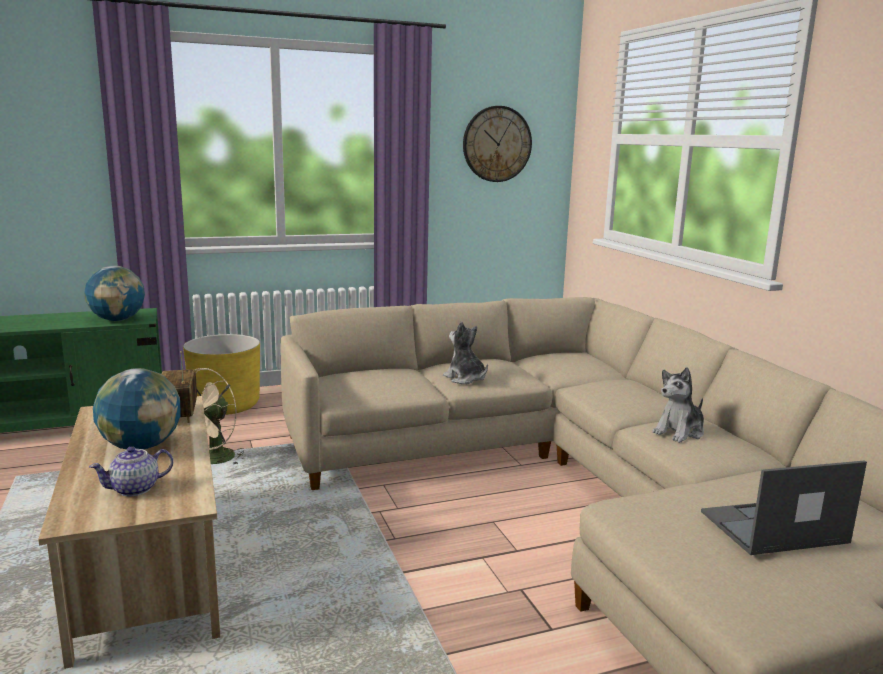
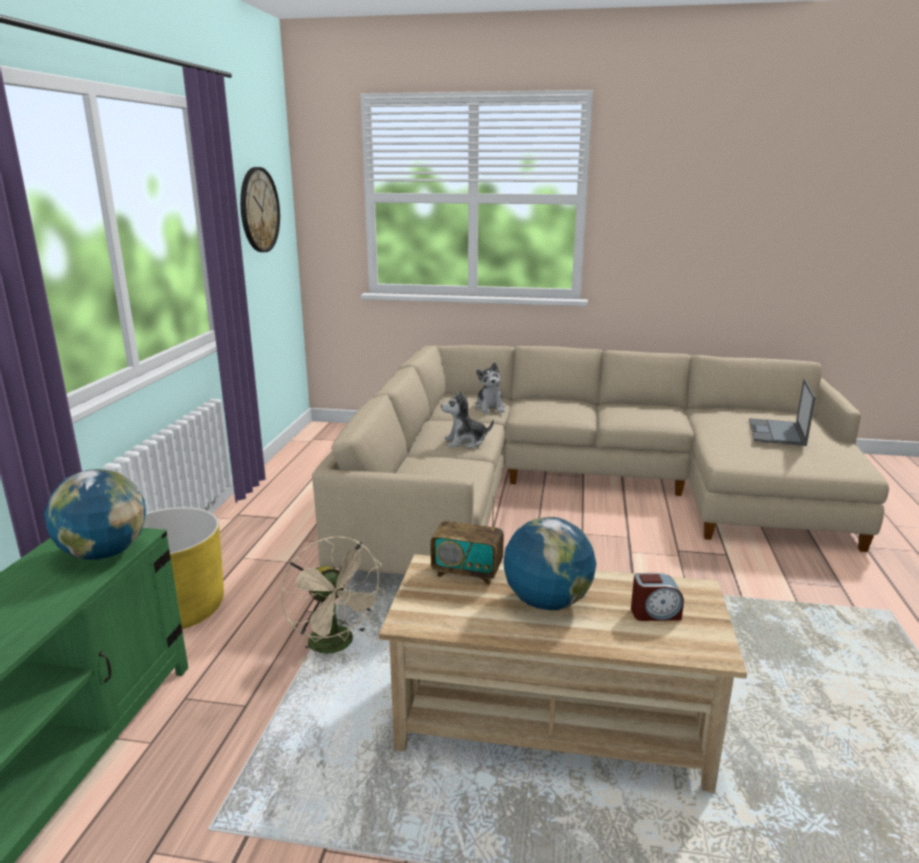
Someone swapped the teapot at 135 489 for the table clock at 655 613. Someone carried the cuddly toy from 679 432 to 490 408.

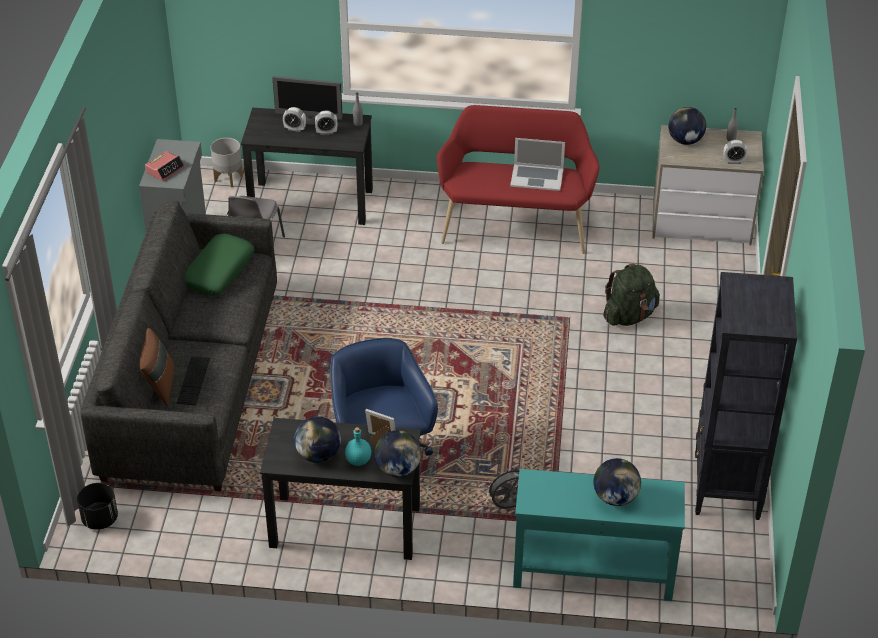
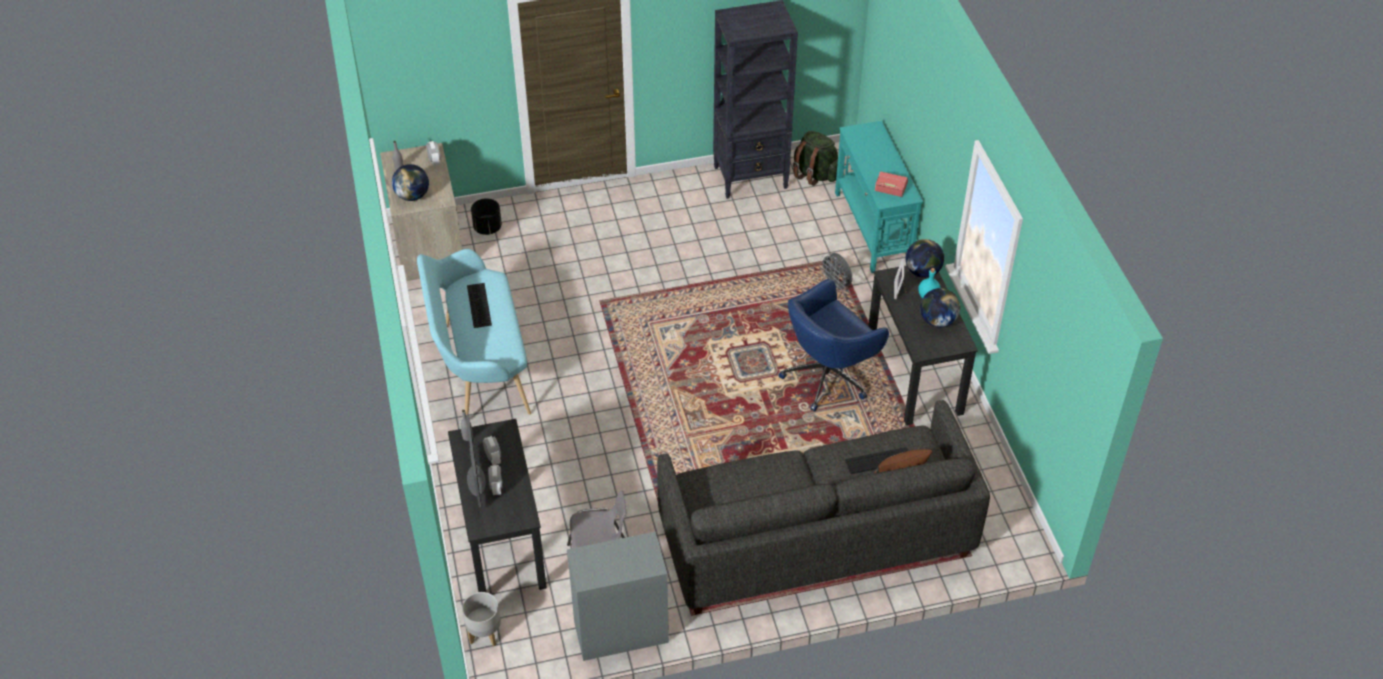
Someone carried the blackish flower pot from 100 519 to 487 228. Someone carried the table clock from 165 170 to 890 186. Someone took away the green pillow at 218 271. Someone repainted the red-coloured indoor bench at 515 225, which became the turquoise-coloured indoor bench at 480 368. Someone swapped the laptop at 537 177 for the keyboard at 477 305. Someone took away the globe at 615 497. Someone carried the green knapsack from 629 316 to 815 174.

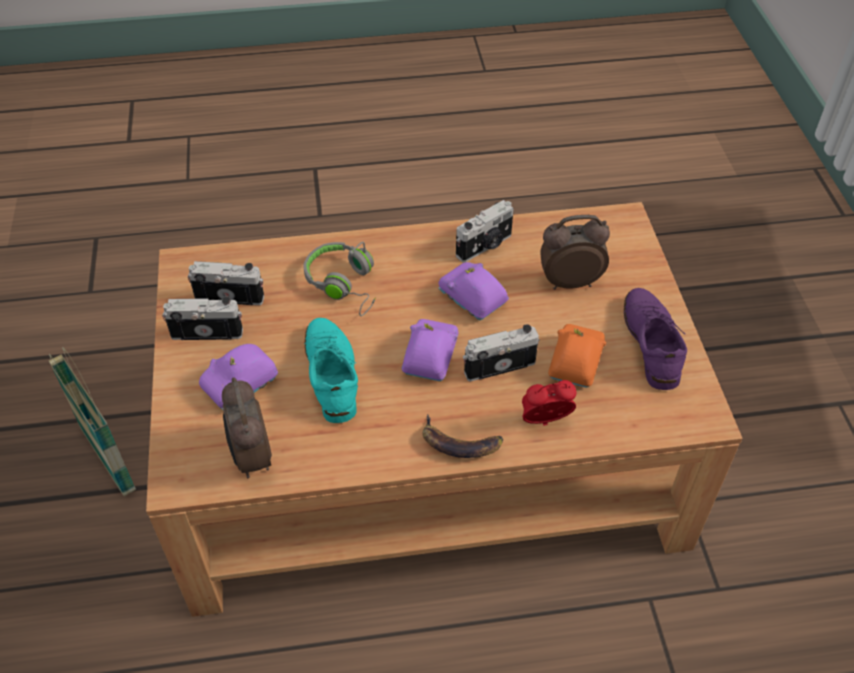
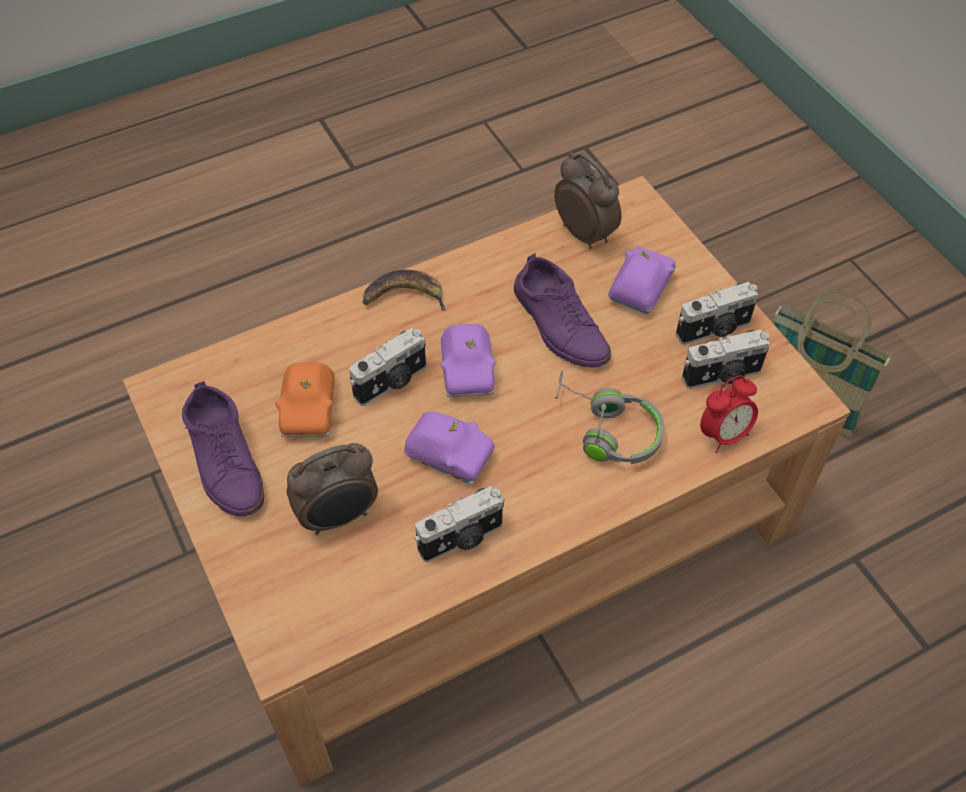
Someone repainted the turquoise-coloured item of footwear at 332 373, which became the purplish item of footwear at 559 325. Someone rotated the photo camera at 485 246 by 150 degrees counterclockwise. Someone carried the table clock from 544 422 to 723 435.

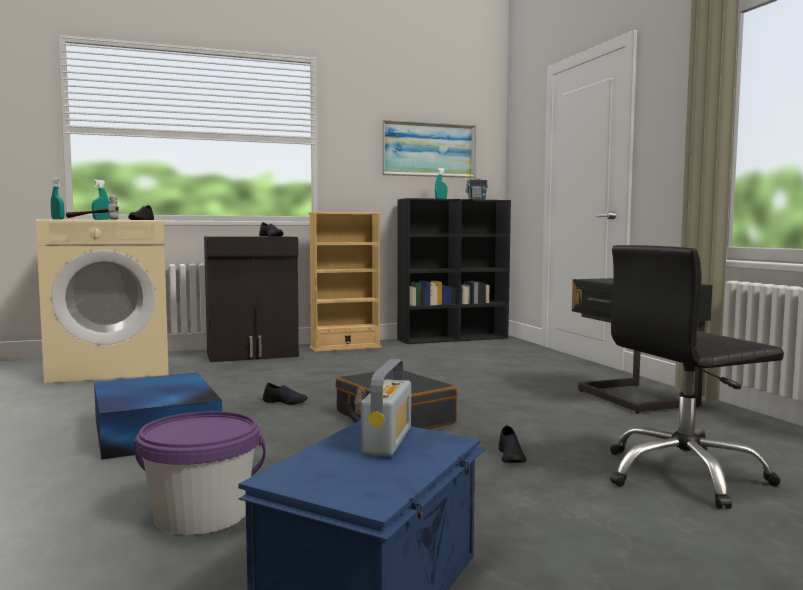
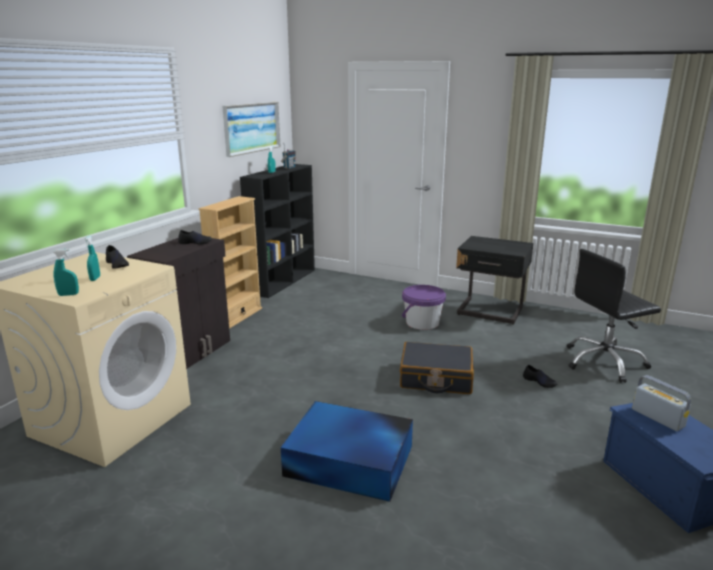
Someone took away the hand hammer at 93 219. Someone carried the purplish water bucket from 201 515 to 422 323. Someone took away the blackish item of footwear at 285 402. Someone rotated the blackish office chair at 684 475 by 45 degrees clockwise.

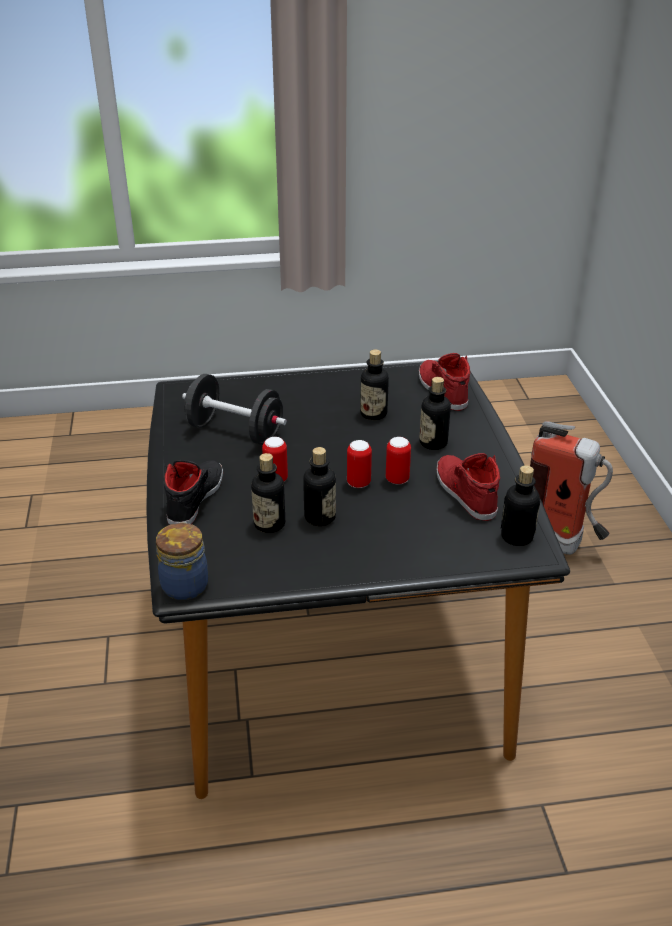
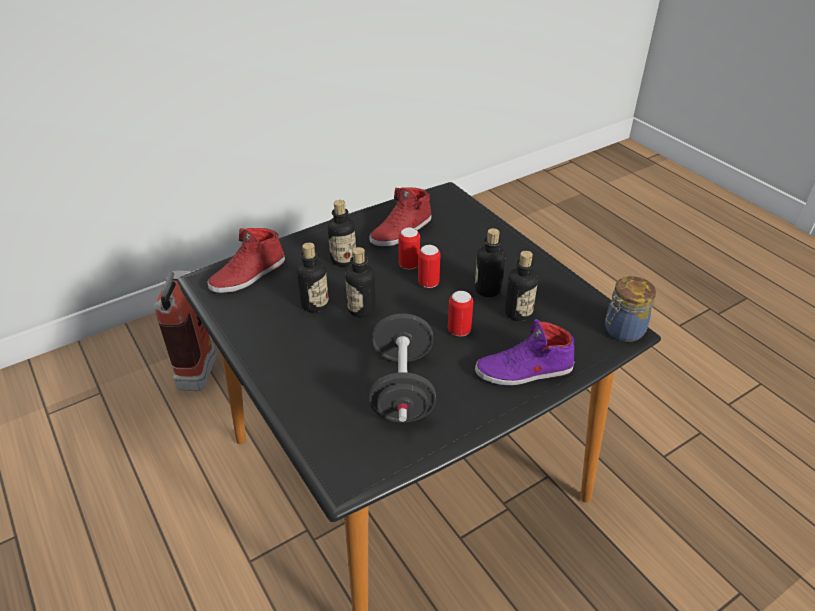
Someone repainted the blackish item of footwear at 194 498, which became the purplish item of footwear at 524 371. Someone carried the bottle from 517 537 to 361 309.

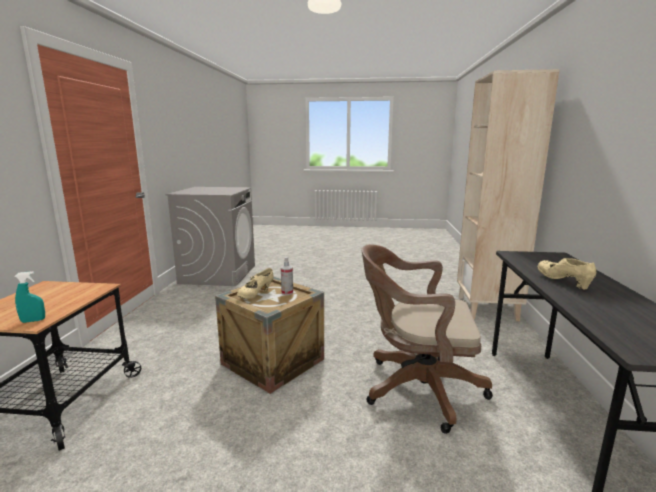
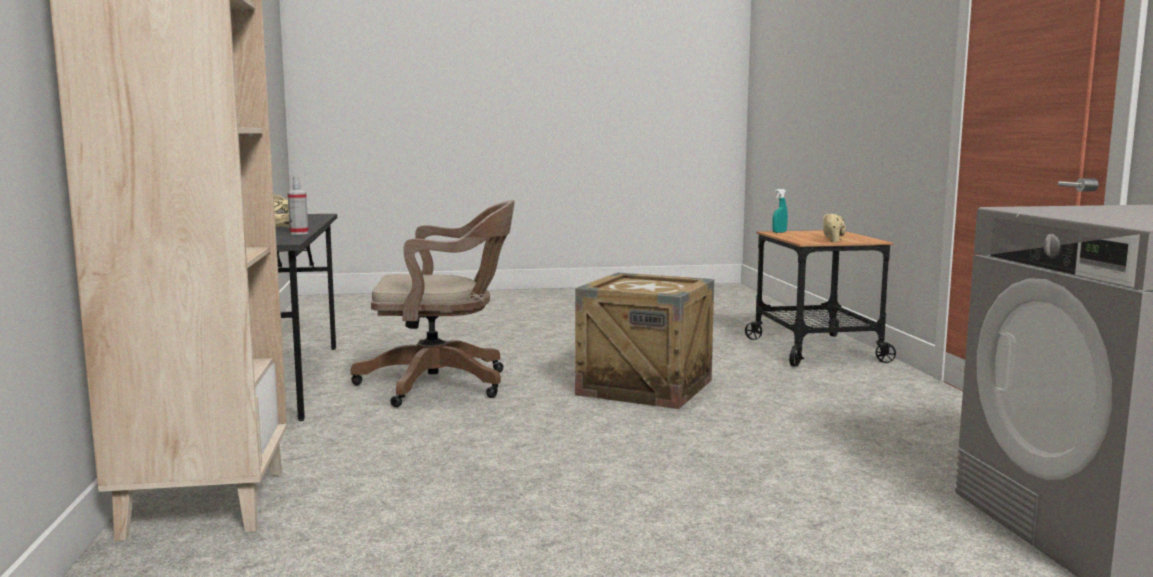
Someone carried the beige item of footwear from 256 295 to 832 239. Someone carried the hand sprayer from 287 293 to 299 233.

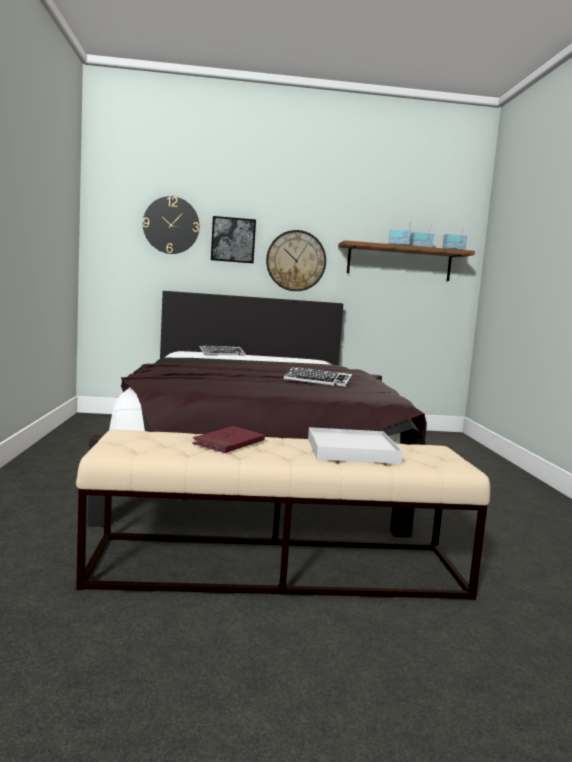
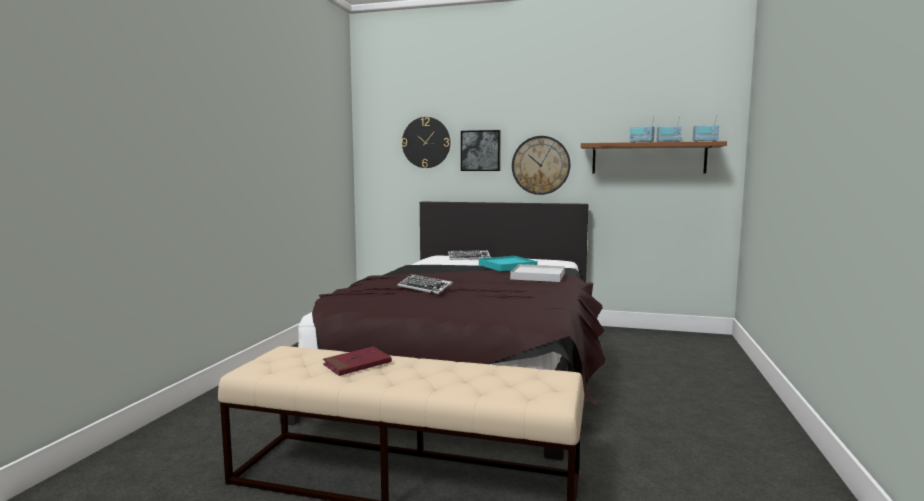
Someone carried the keyboard from 317 381 to 424 288. Someone carried the white-coloured carrying tray from 352 450 to 538 276. Someone put down the turquoise-coloured carrying tray at 507 266.

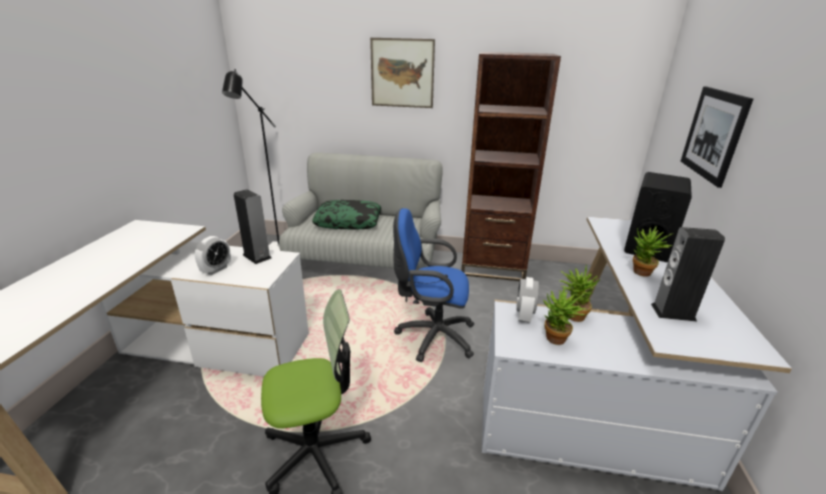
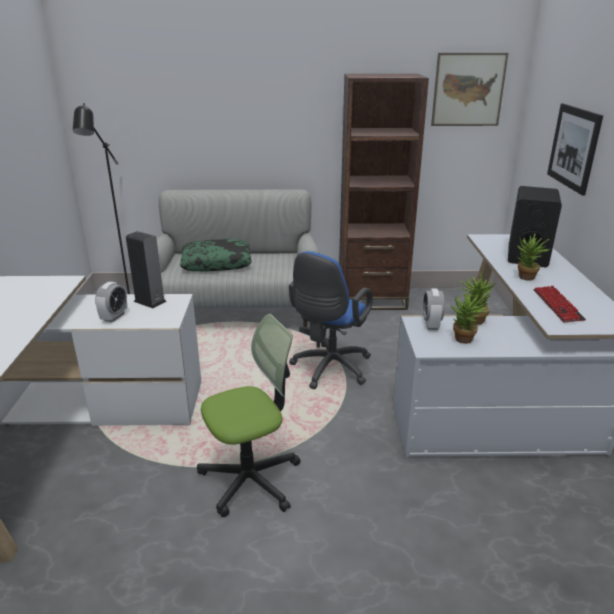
Someone carried the picture from 402 73 to 468 90. Someone rotated the blue office chair at 431 336 by 60 degrees counterclockwise. Someone swapped the audio speaker at 673 312 for the keyboard at 557 305.

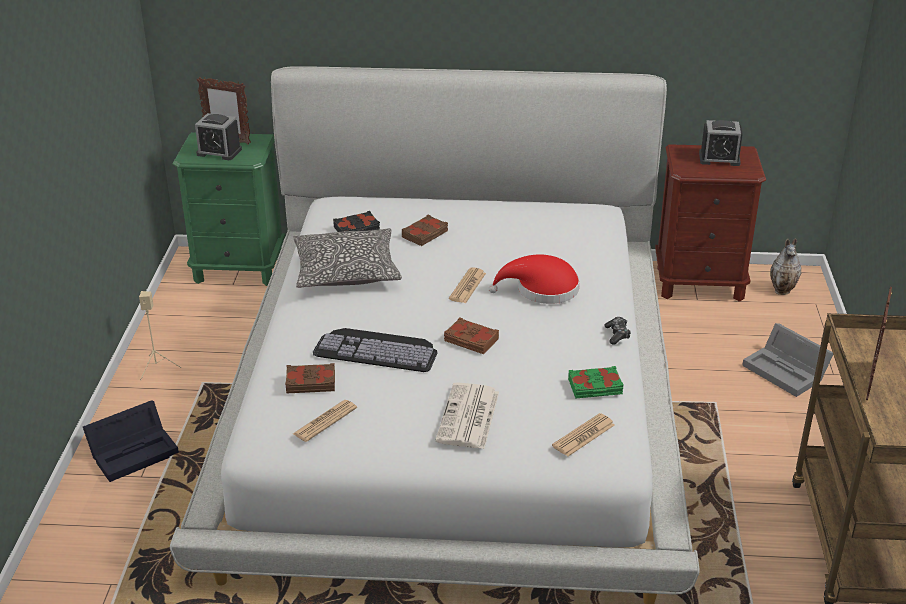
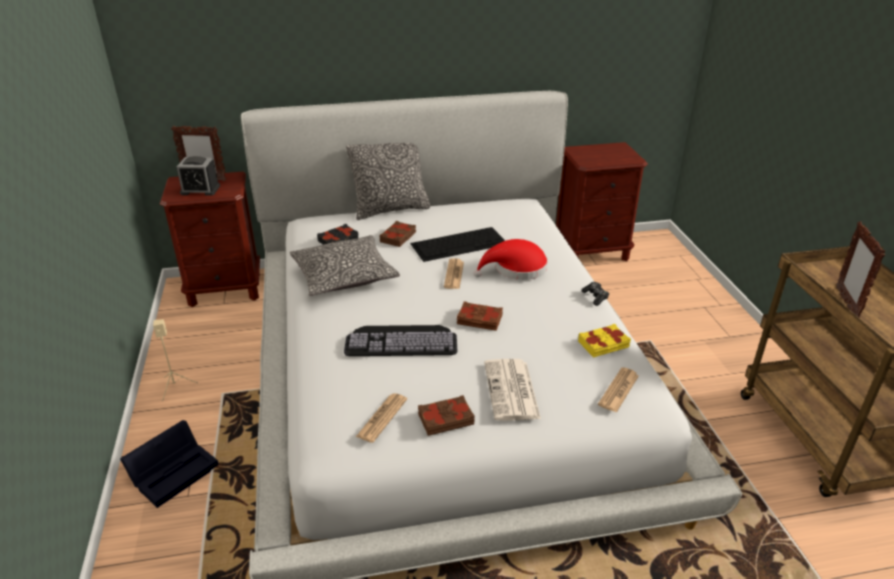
Someone repainted the green night table at 239 268, which became the brown-coloured night table at 225 289. Someone carried the brown-coloured volume from 310 382 to 445 419. Someone repainted the green volume at 595 387, which became the yellow volume at 604 344. Someone took away the table clock at 719 158. Someone took away the gray storage box at 787 371. Someone took away the decorative vase at 783 290. Someone put down the pillow at 391 209. Someone put down the keyboard at 459 243.

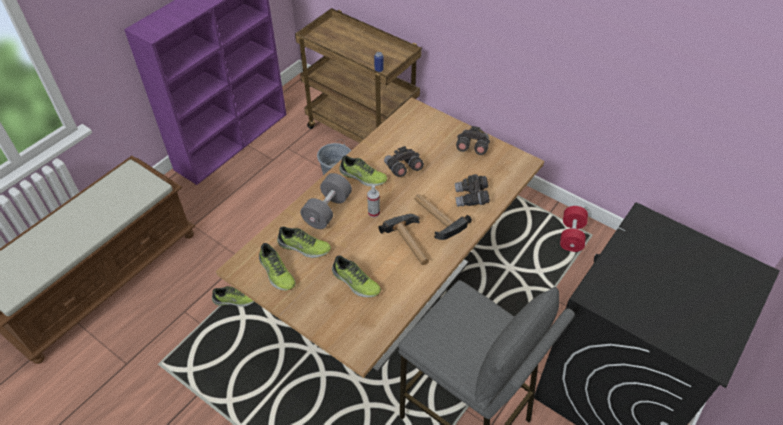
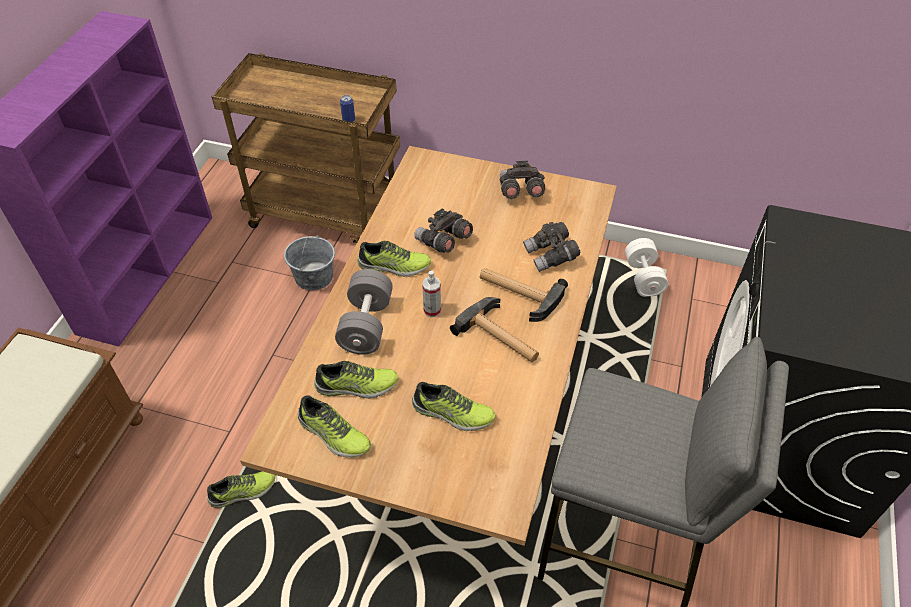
Someone repainted the red-coloured free weight at 571 236, which became the white-coloured free weight at 643 277.

